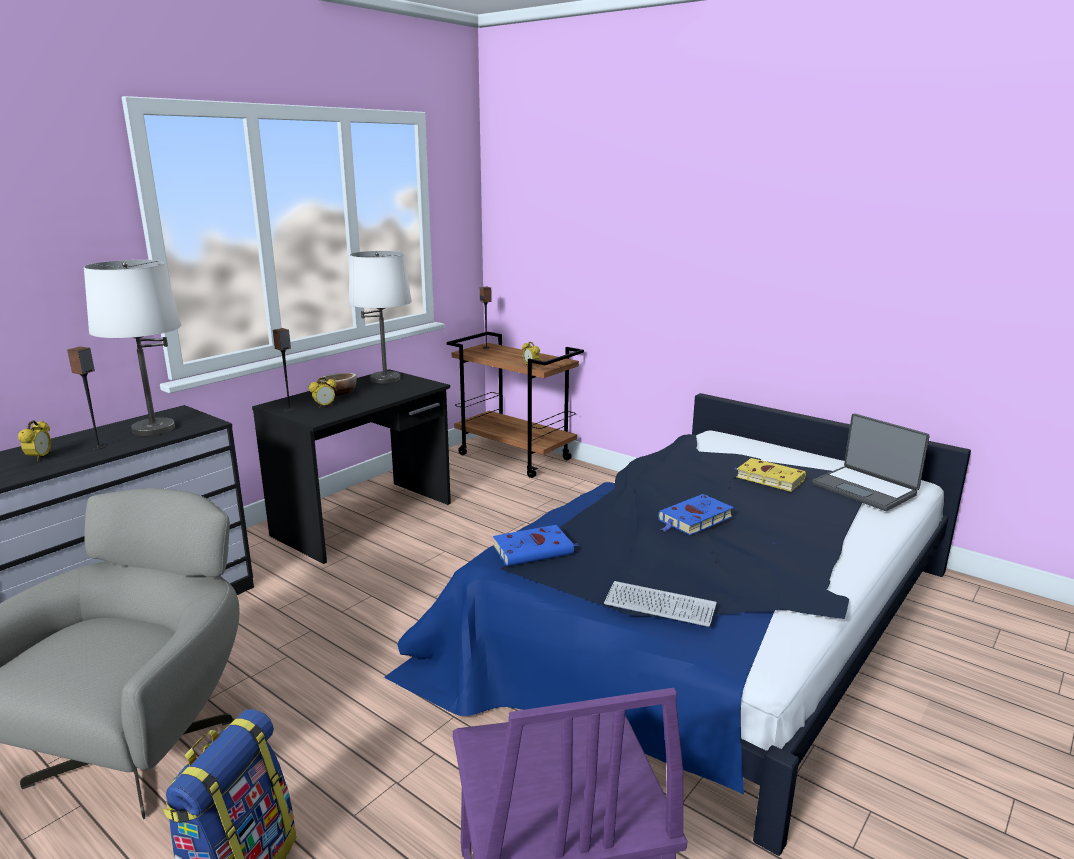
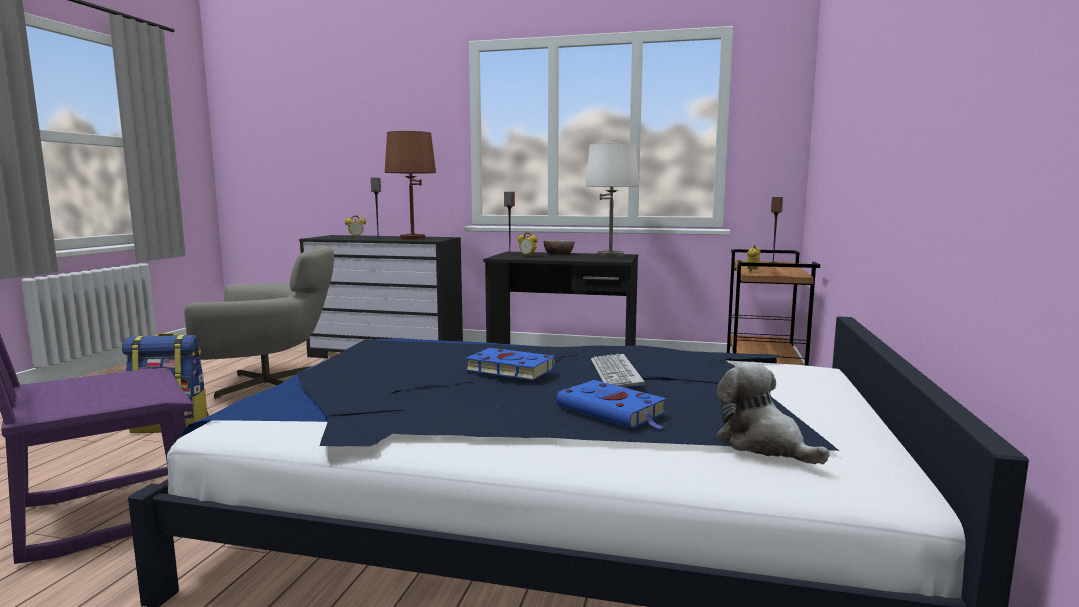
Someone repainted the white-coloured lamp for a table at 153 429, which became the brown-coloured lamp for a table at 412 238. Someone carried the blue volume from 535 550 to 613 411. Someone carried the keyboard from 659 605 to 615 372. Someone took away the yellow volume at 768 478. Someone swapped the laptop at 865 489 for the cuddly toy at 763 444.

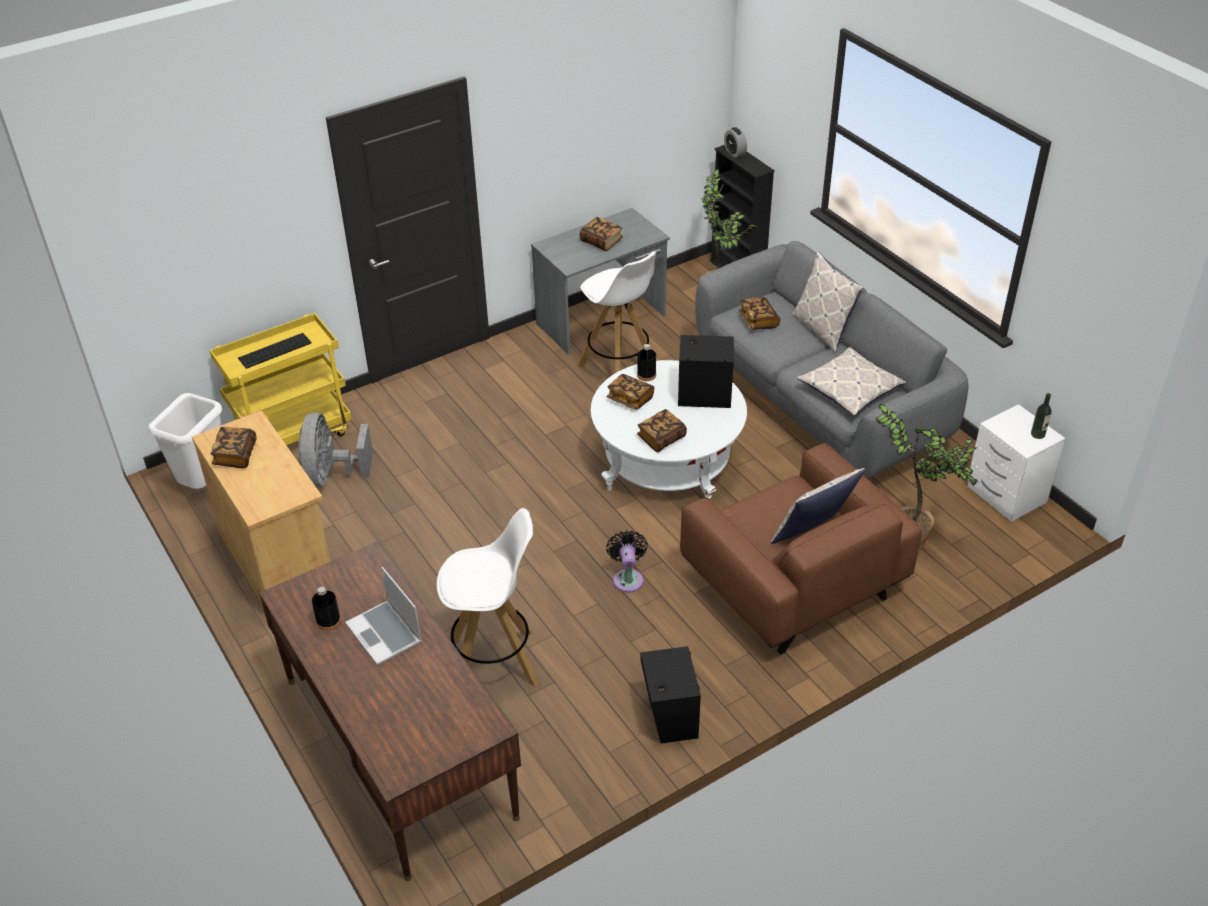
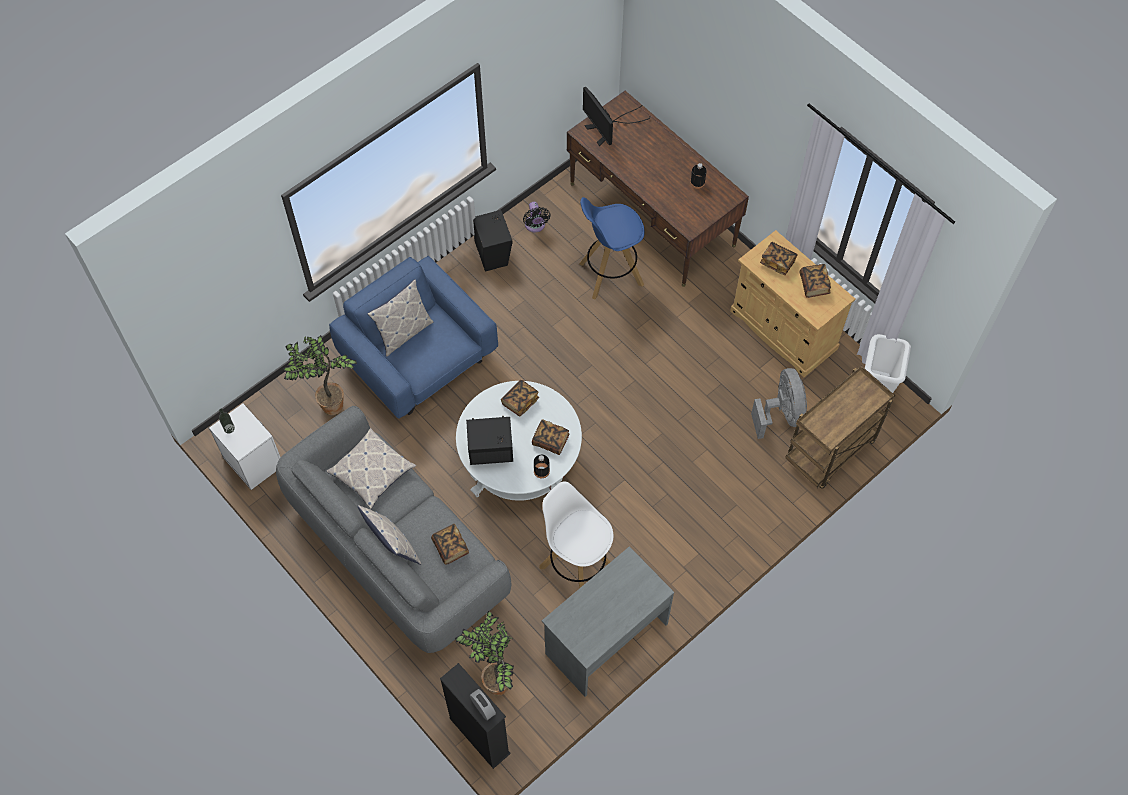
Someone repainted the yellow trolley at 294 435, which became the brown-coloured trolley at 830 452. Someone took away the keyboard at 275 350. Someone took away the laptop at 385 634. Someone repainted the white-coloured sitting stool at 494 663, which became the blue sitting stool at 610 274. Someone carried the volume from 601 241 to 777 262. Someone carried the blackish fan from 628 578 to 535 226. Someone repainted the brown-coloured easy chair at 793 584, which became the blue easy chair at 418 358. Someone put down the computer display at 608 129.

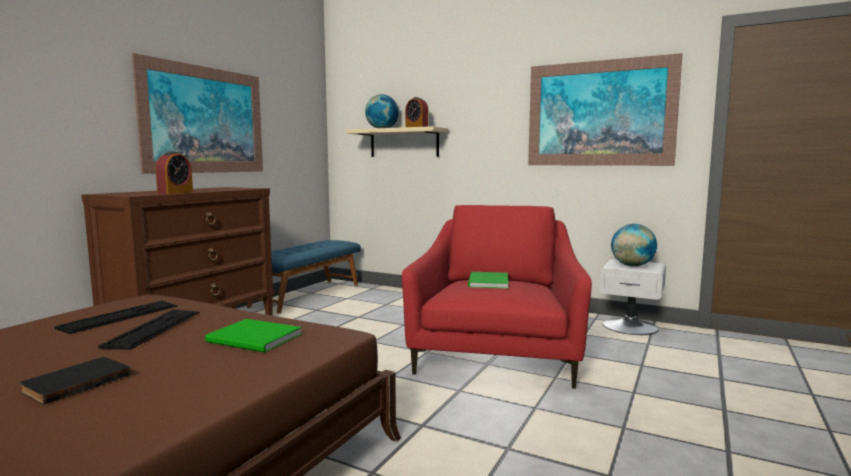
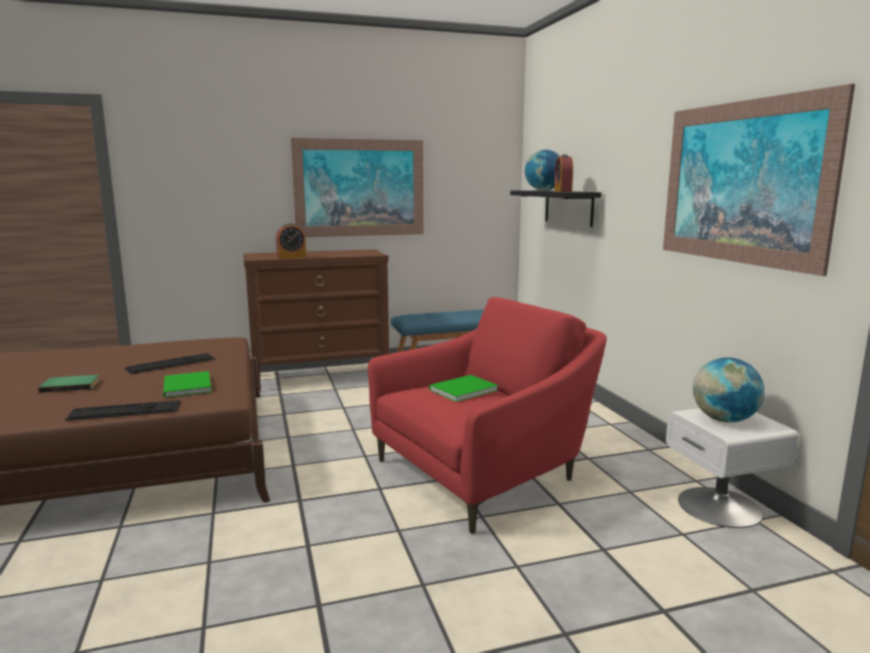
Someone repainted the blackish volume at 75 382, which became the green volume at 71 385. Someone carried the keyboard from 120 316 to 125 411. Someone repainted the beige wall shelf at 404 143, which became the blackish wall shelf at 568 207.

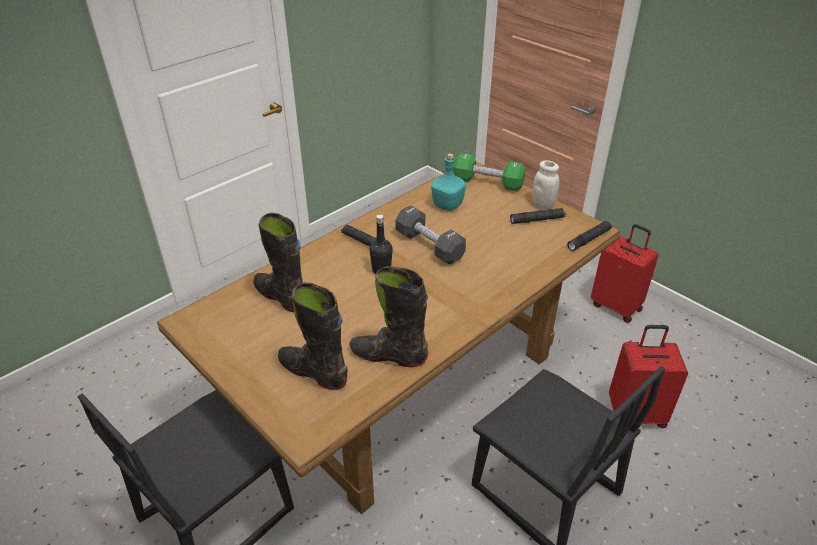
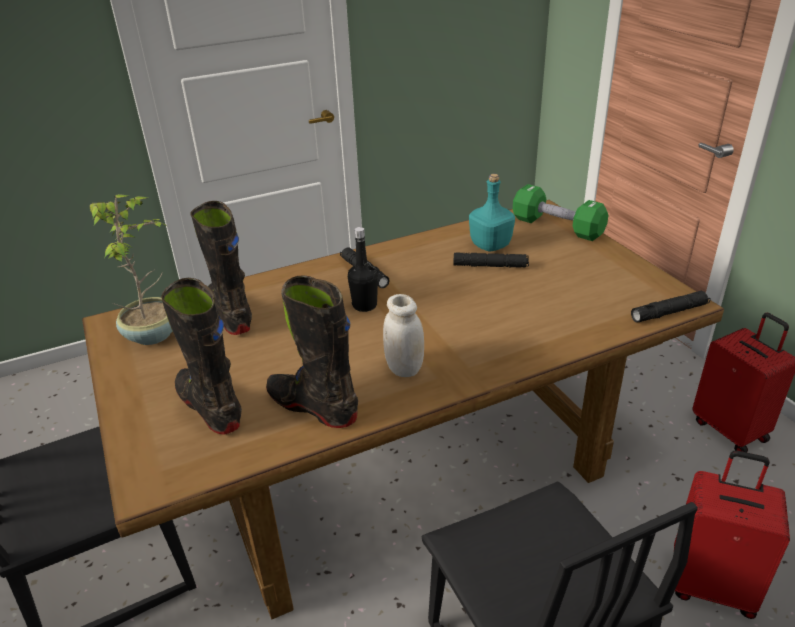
Someone took away the blackish free weight at 429 246. Someone carried the blackish hand torch from 537 220 to 490 266. Someone carried the white-coloured jar from 543 205 to 404 368. Someone put down the potted plant at 154 334.

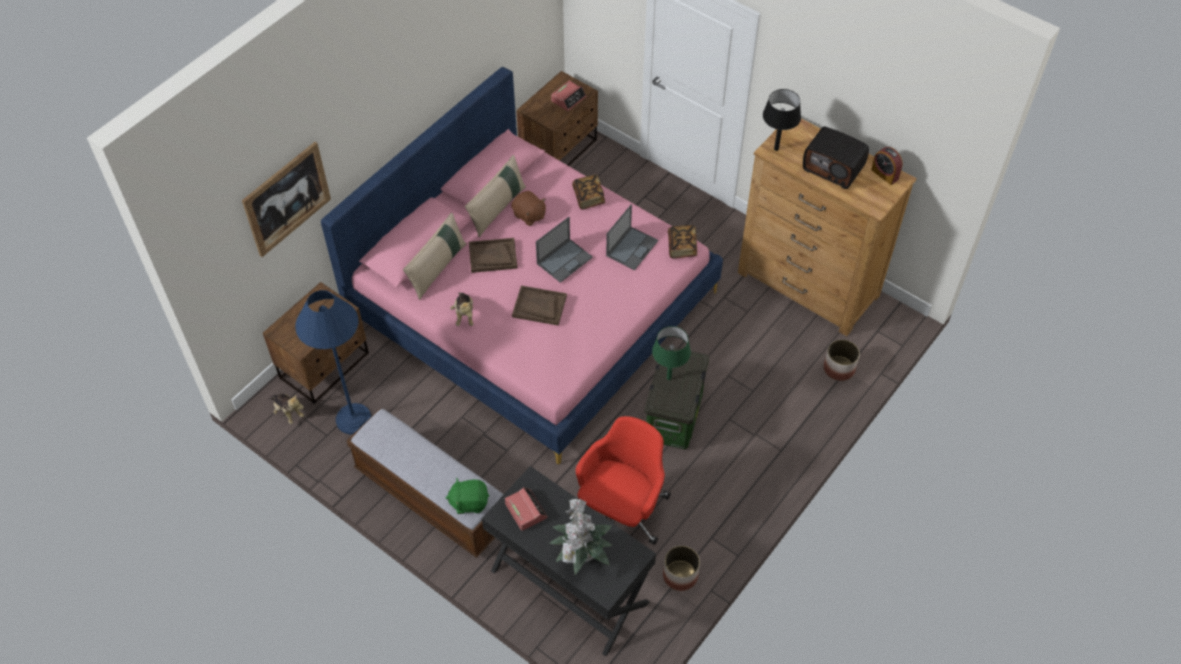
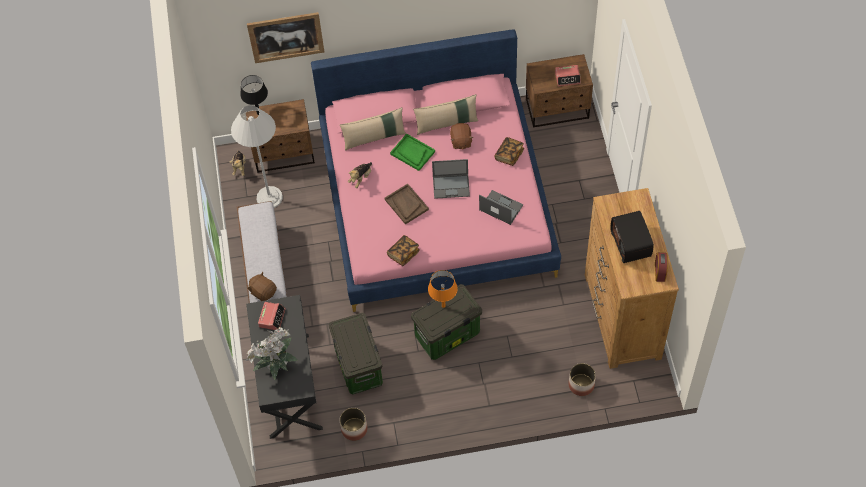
Someone repainted the blue standing lamp at 353 419, which became the white-coloured standing lamp at 269 197. Someone repainted the green cuddly toy at 469 502, which became the brown-coloured cuddly toy at 263 292. Someone repainted the brown-coloured carrying tray at 492 256, which became the green carrying tray at 412 153. Someone swapped the red-coloured office chair at 621 511 for the storage box at 359 367. Someone rotated the laptop at 632 248 by 135 degrees counterclockwise. Someone repainted the green lamp for a table at 669 378, which became the orangey lamp for a table at 443 306. Someone carried the volume from 682 247 to 403 254. Someone carried the blackish lamp for a table from 776 149 to 258 113.

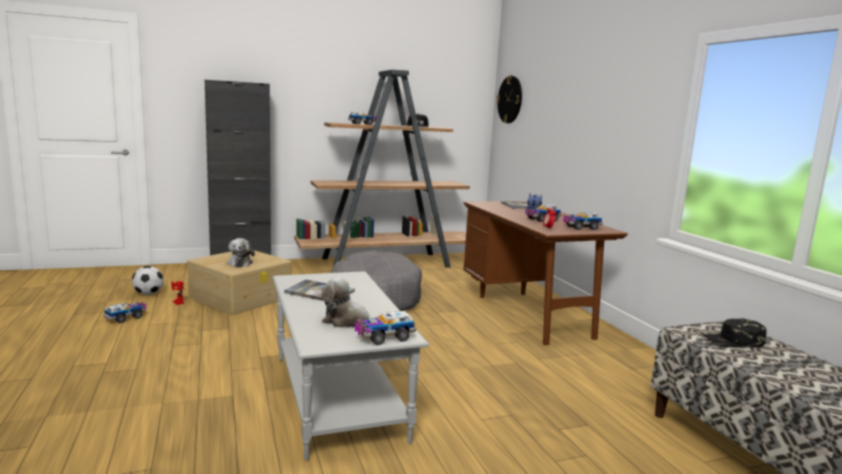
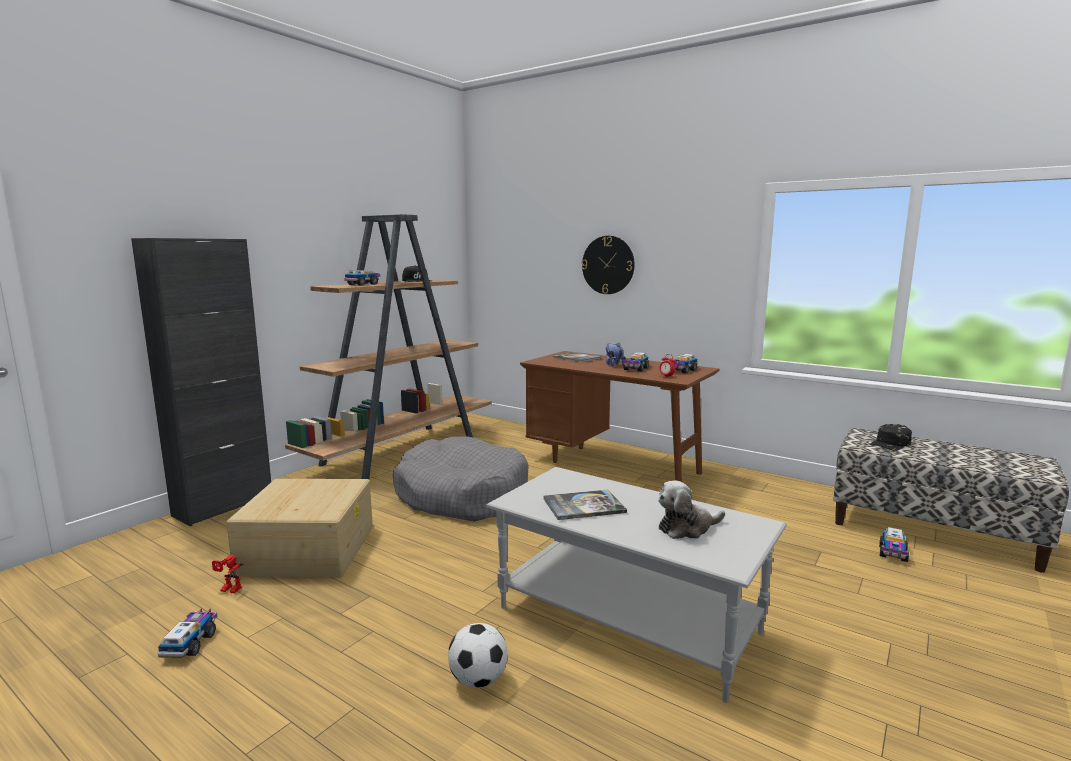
Someone carried the football ball from 148 294 to 478 680. Someone took away the cuddly toy at 240 263. Someone carried the toy truck from 384 337 to 893 553. Someone carried the hanging clock from 510 99 to 608 265.

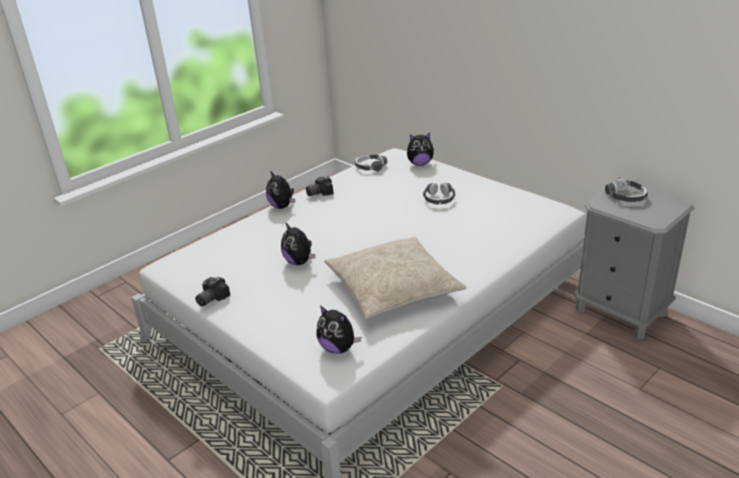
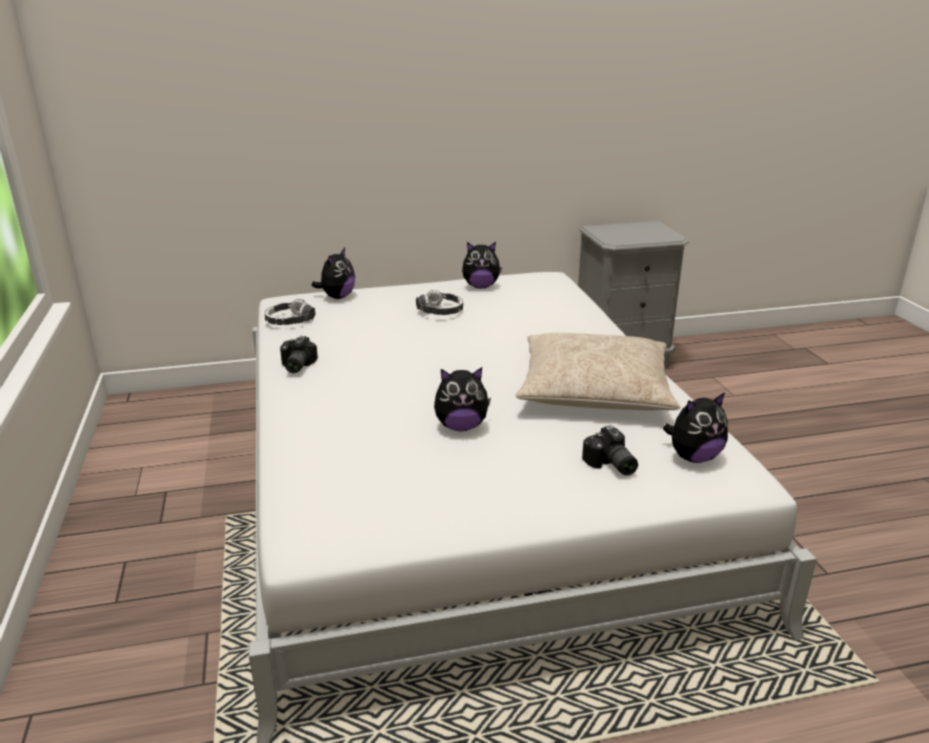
Someone carried the photo camera from 210 298 to 610 465. Someone carried the cuddly toy from 282 206 to 480 286. Someone took away the pair of headphones at 626 196.

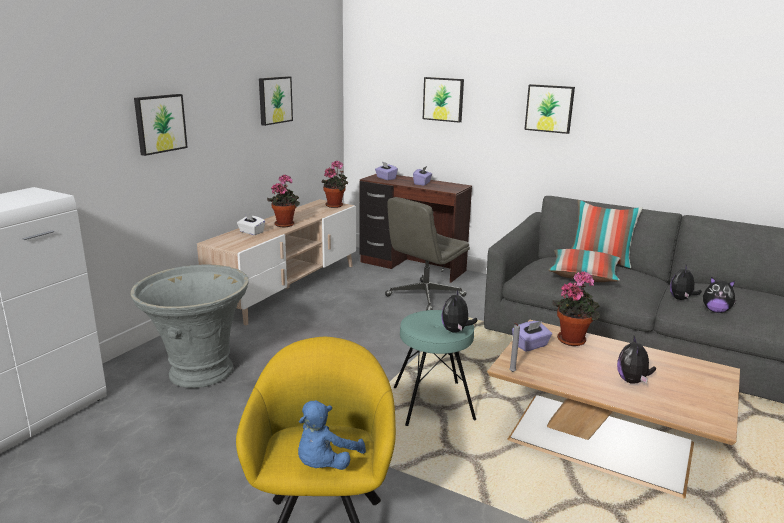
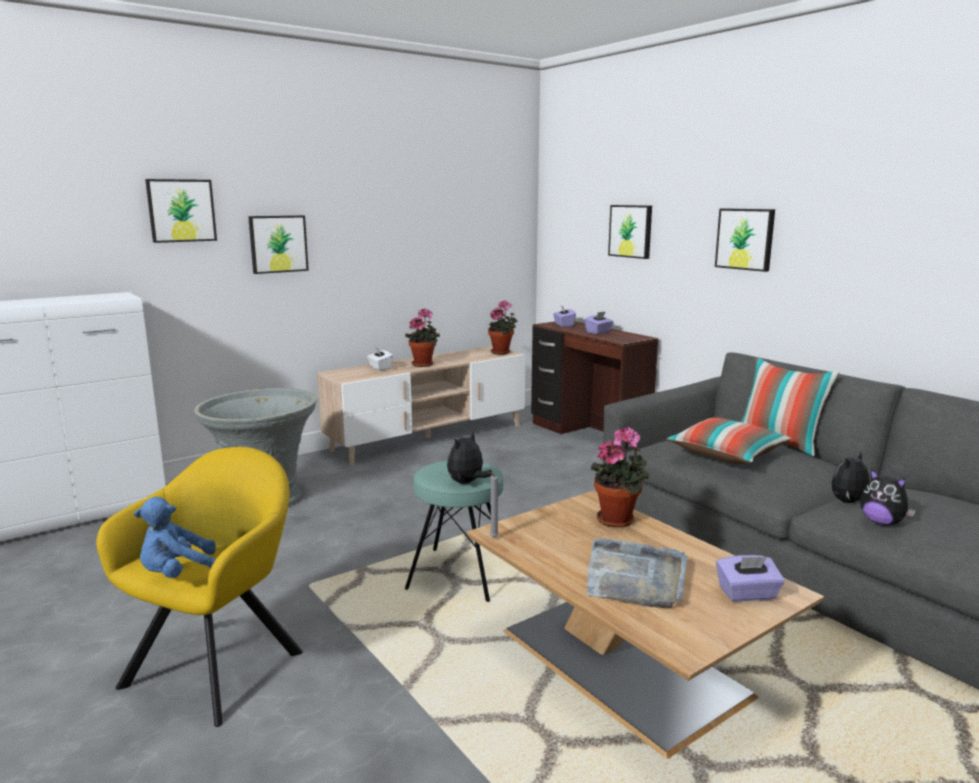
Someone carried the picture from 274 100 to 181 210. Someone took away the gray office chair at 425 296. Someone carried the purplish tissue holder from 530 345 to 747 594. Someone swapped the cuddly toy at 632 381 for the gray carrying tray at 635 577.

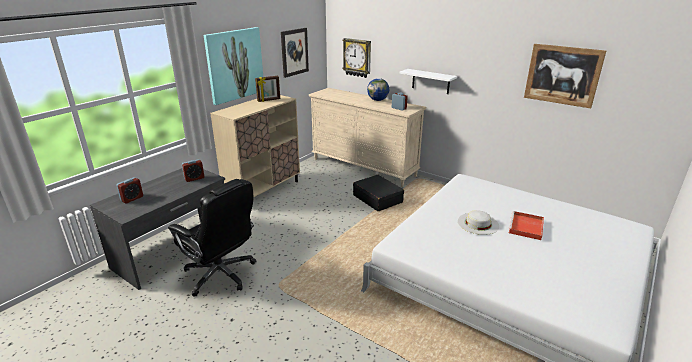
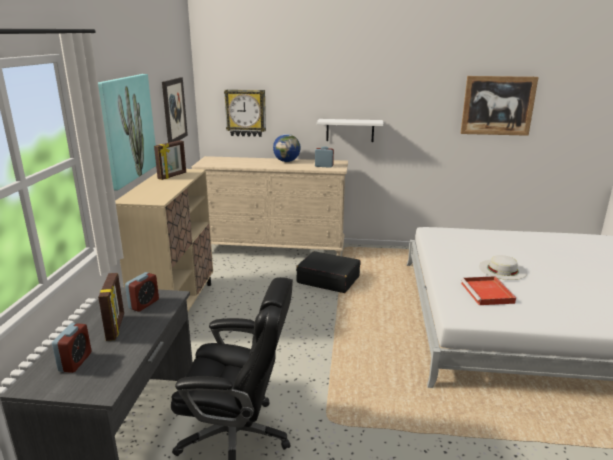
Someone carried the red-coloured carrying tray from 526 227 to 487 293. Someone put down the standing frame at 116 327.

